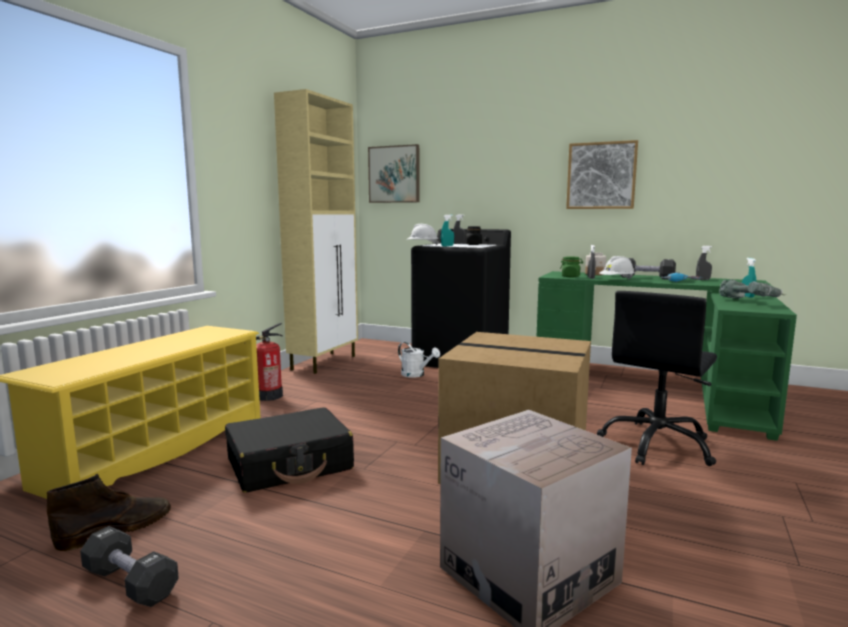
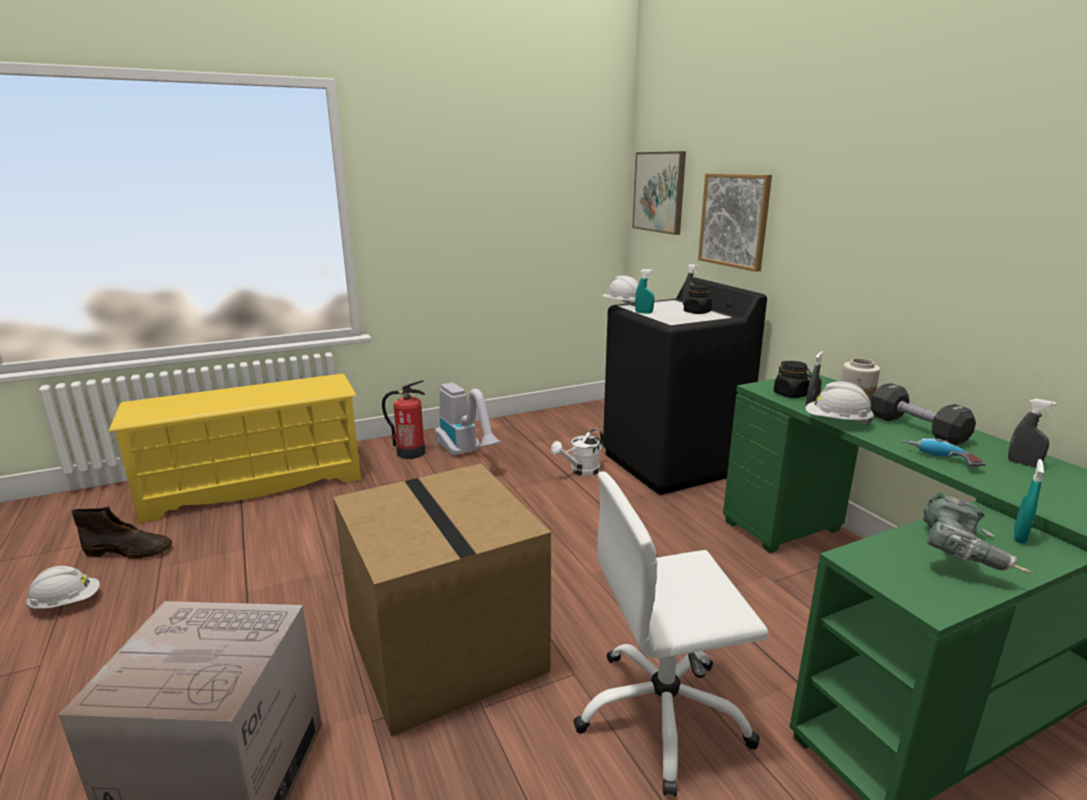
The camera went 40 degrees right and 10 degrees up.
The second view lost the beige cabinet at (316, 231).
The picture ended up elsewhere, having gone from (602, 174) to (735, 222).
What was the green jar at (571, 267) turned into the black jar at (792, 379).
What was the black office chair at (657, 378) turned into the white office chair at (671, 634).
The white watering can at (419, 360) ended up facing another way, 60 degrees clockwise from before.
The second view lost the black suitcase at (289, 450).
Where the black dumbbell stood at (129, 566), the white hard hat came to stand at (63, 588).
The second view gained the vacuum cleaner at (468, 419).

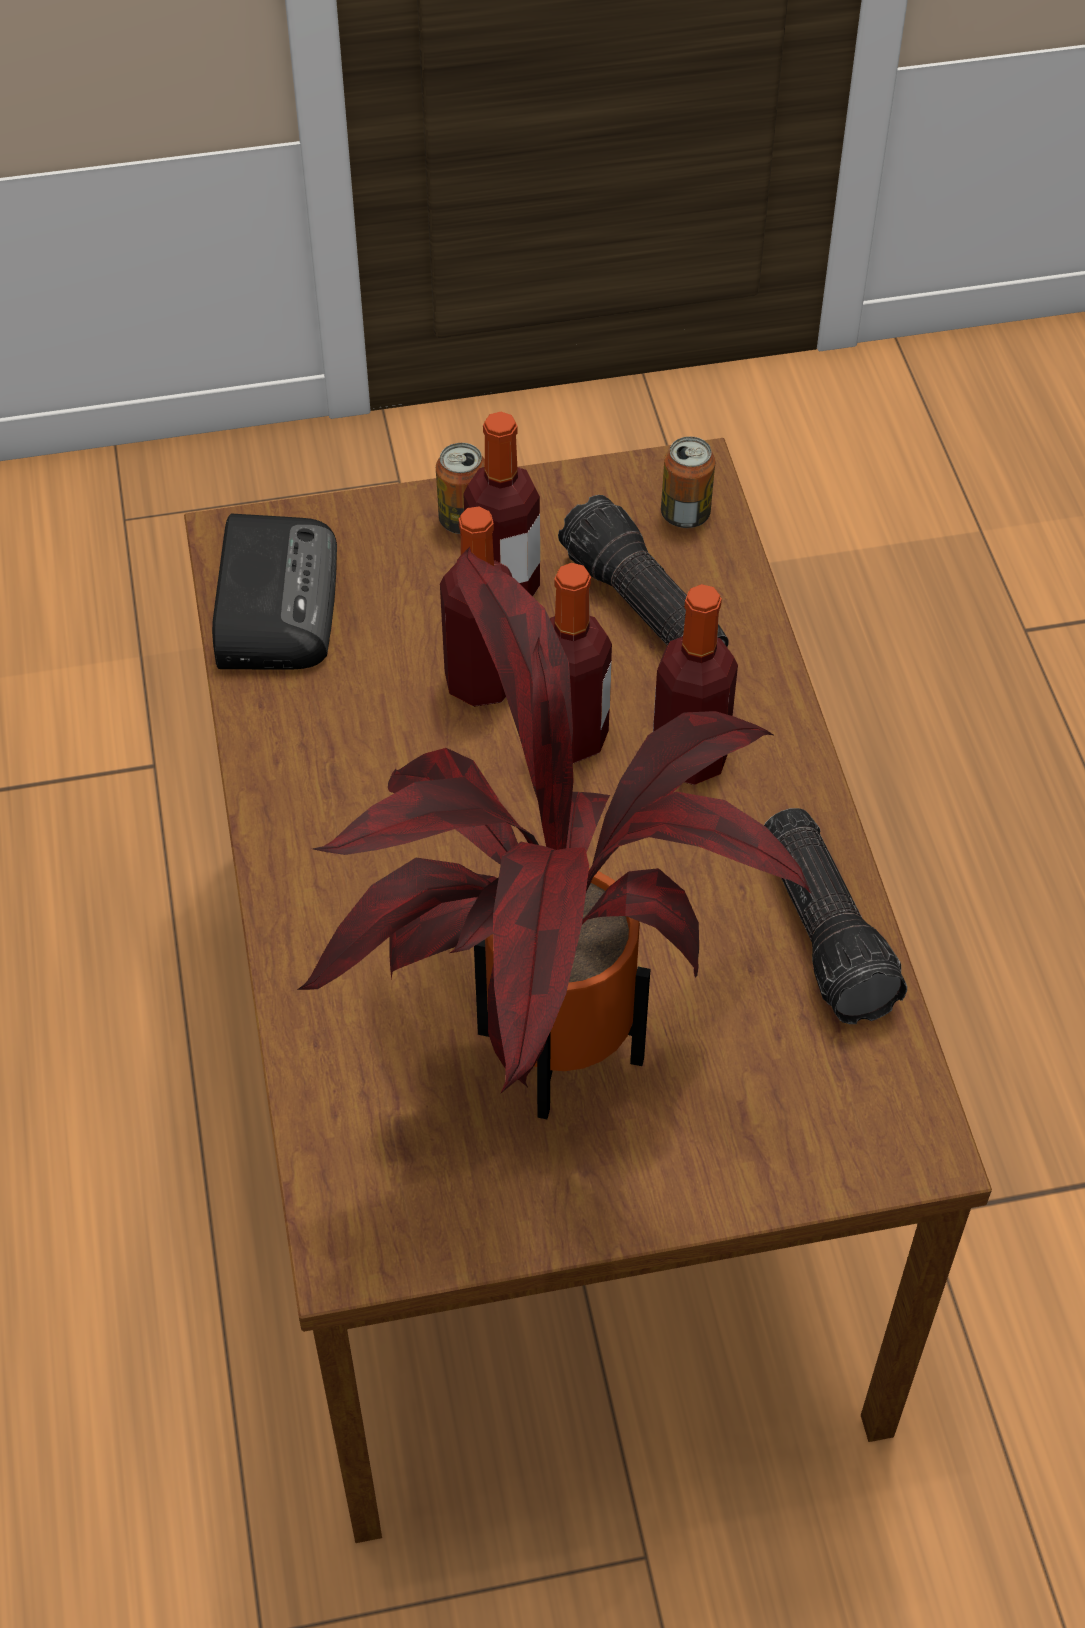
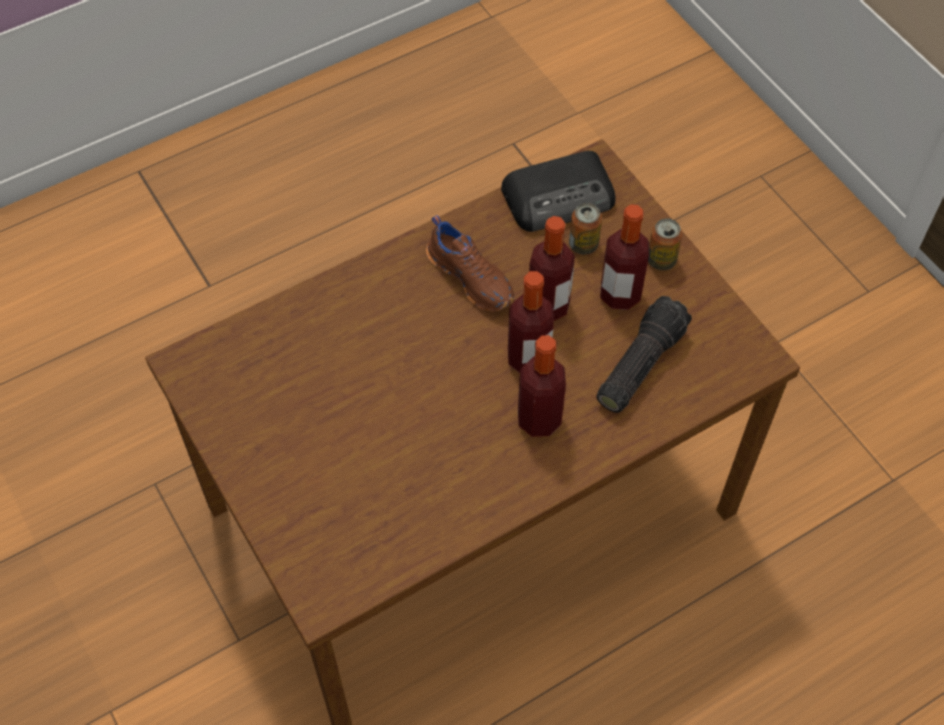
The camera went 70 degrees right and 5 degrees up.
The can ended up elsewhere, having gone from (688, 482) to (585, 229).
The second view lost the potted plant at (554, 833).
The second view lost the flashlight at (835, 916).
The second view gained the brown shoe at (470, 263).

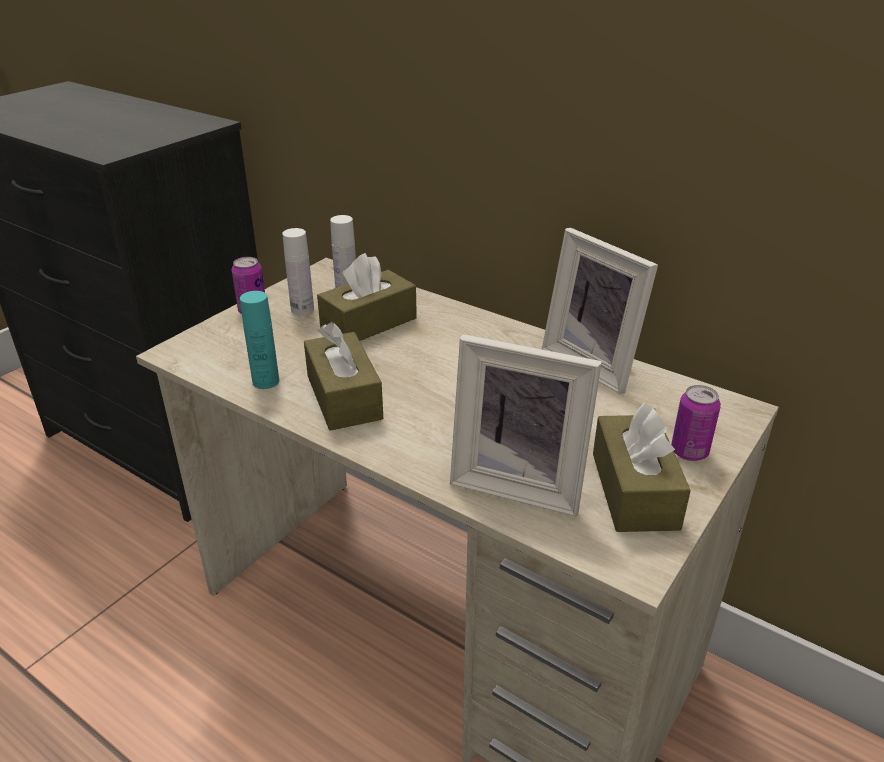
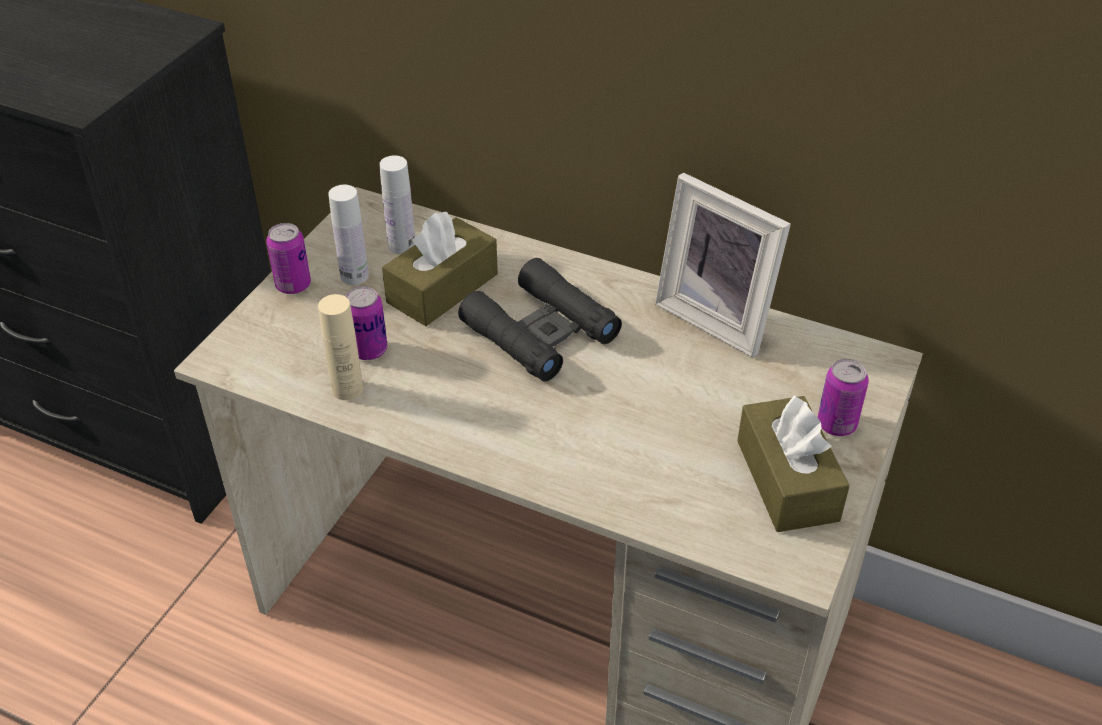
The camera went 10 degrees left and 10 degrees up.
What was the turquoise bottle at (259, 340) turned into the beige bottle at (340, 347).
The second view lost the brown tissue box at (343, 376).
The second view lost the picture frame at (526, 425).
The second view gained the black binoculars at (540, 319).
The second view gained the can at (367, 323).

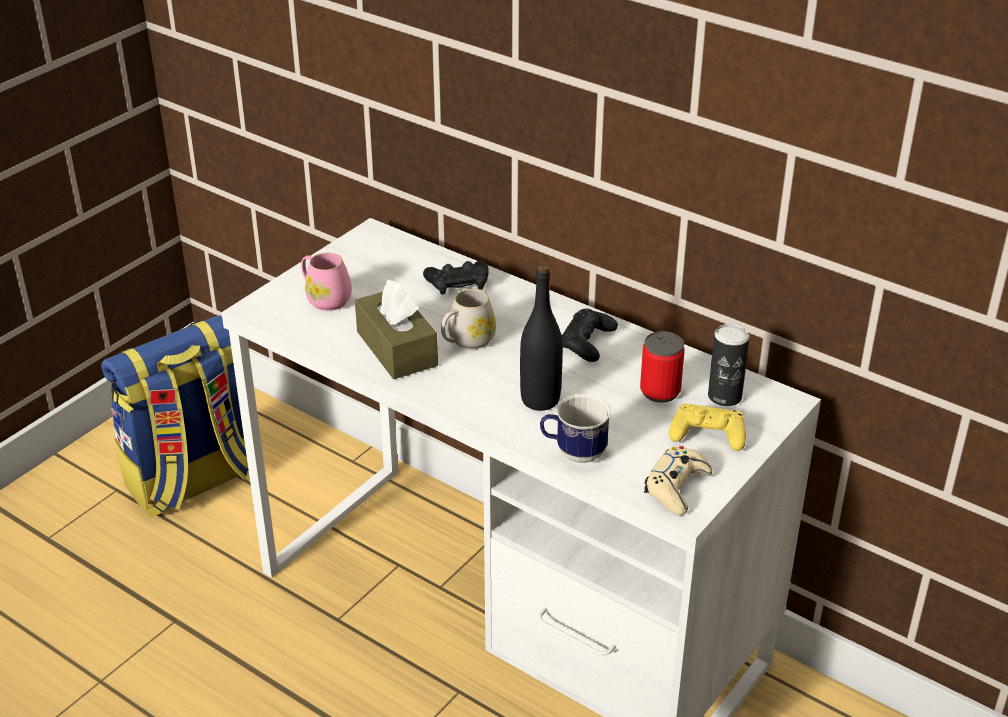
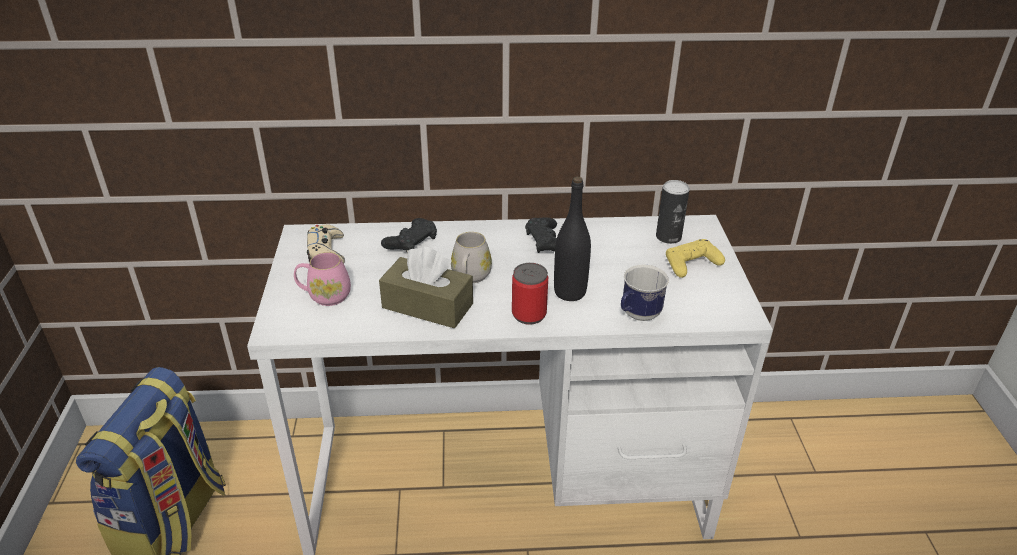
The camera went 40 degrees left and 0 degrees up.
The can ended up elsewhere, having gone from (662, 367) to (530, 294).
The beige game controller ended up elsewhere, having gone from (678, 481) to (326, 244).

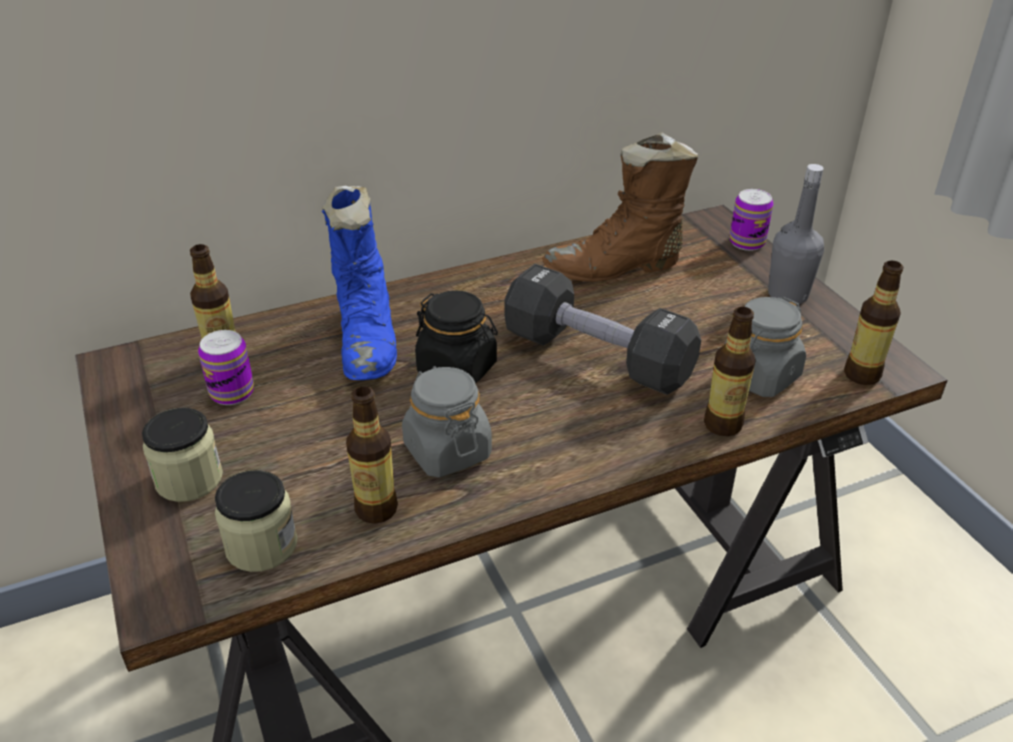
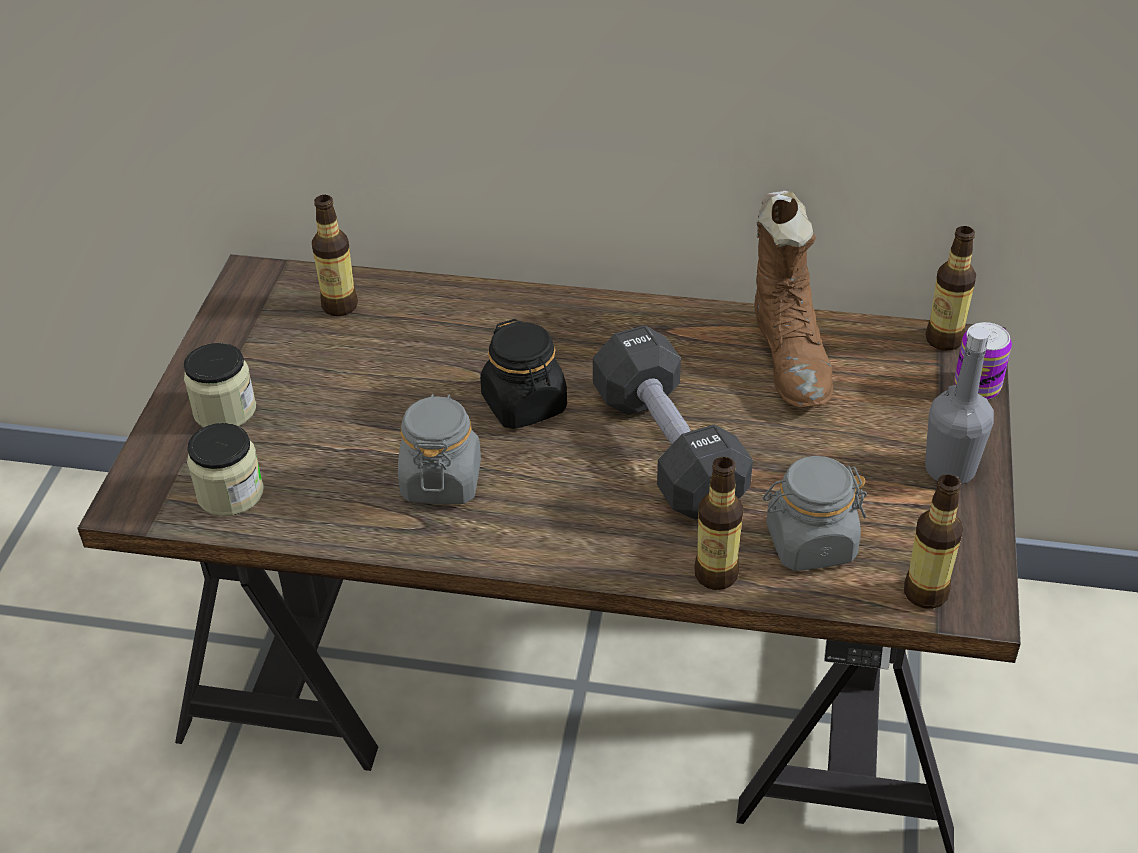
The camera went 35 degrees right and 5 degrees up.
The brown boot at (620, 207) ended up facing another way, 120 degrees counterclockwise from before.
The second view lost the blue boot at (359, 283).
The second view lost the can at (226, 367).
The bottle ended up elsewhere, having gone from (372, 455) to (951, 288).

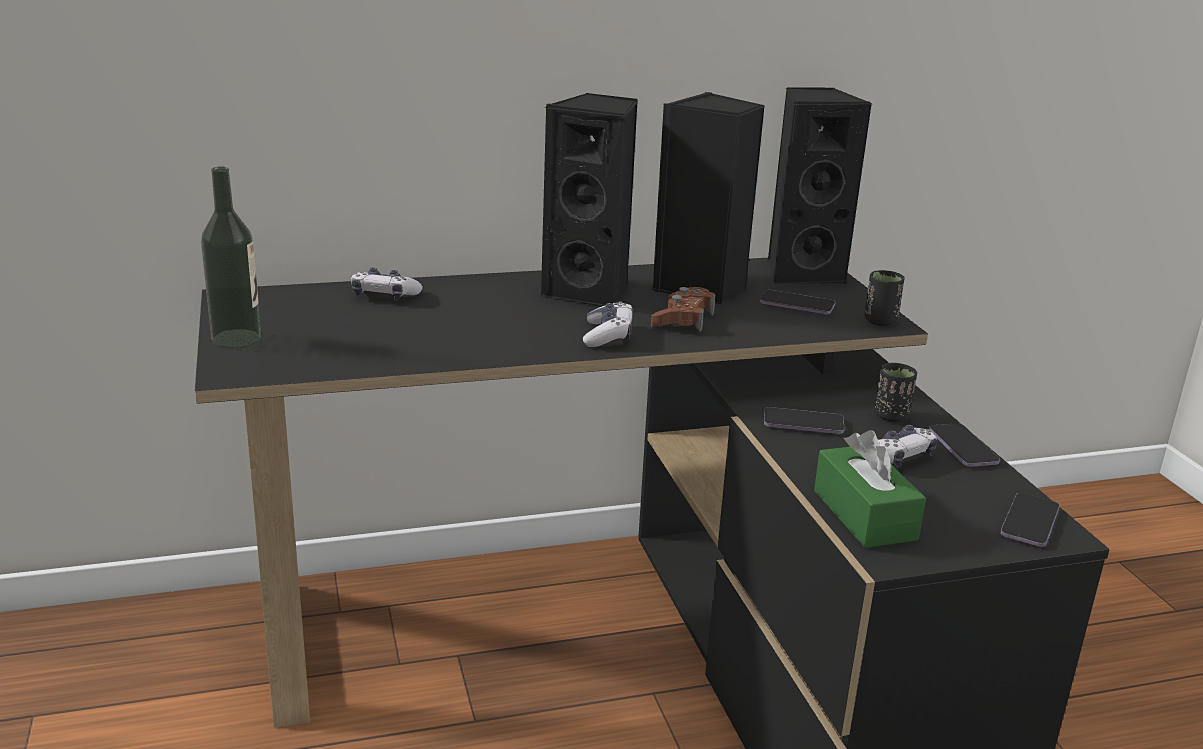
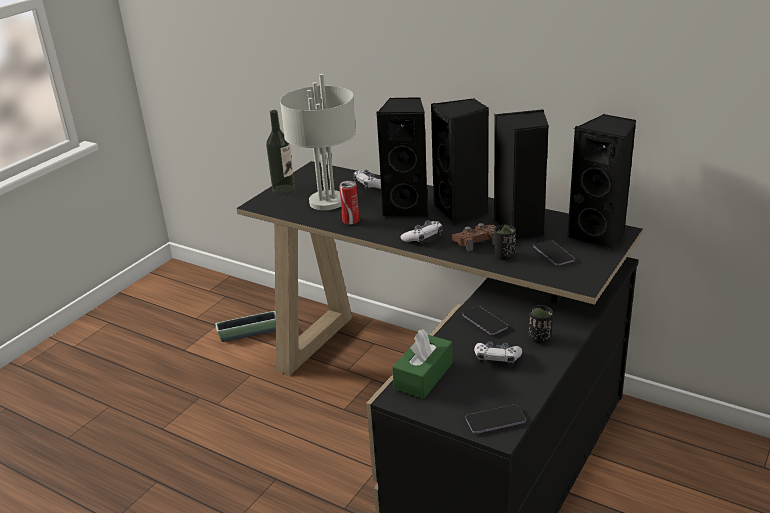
The camera went 50 degrees right and 5 degrees up.
The black cup ended up elsewhere, having gone from (884, 298) to (505, 242).
The second view lost the phone at (964, 445).
The second view gained the grey table lamp at (318, 142).
The second view gained the black speaker at (402, 157).
The second view gained the can at (349, 203).
The second view gained the planter at (245, 326).

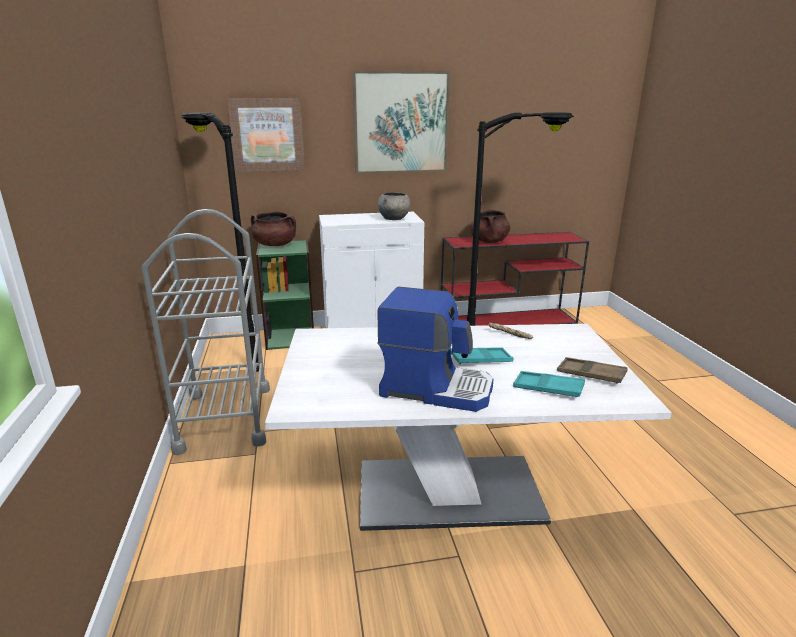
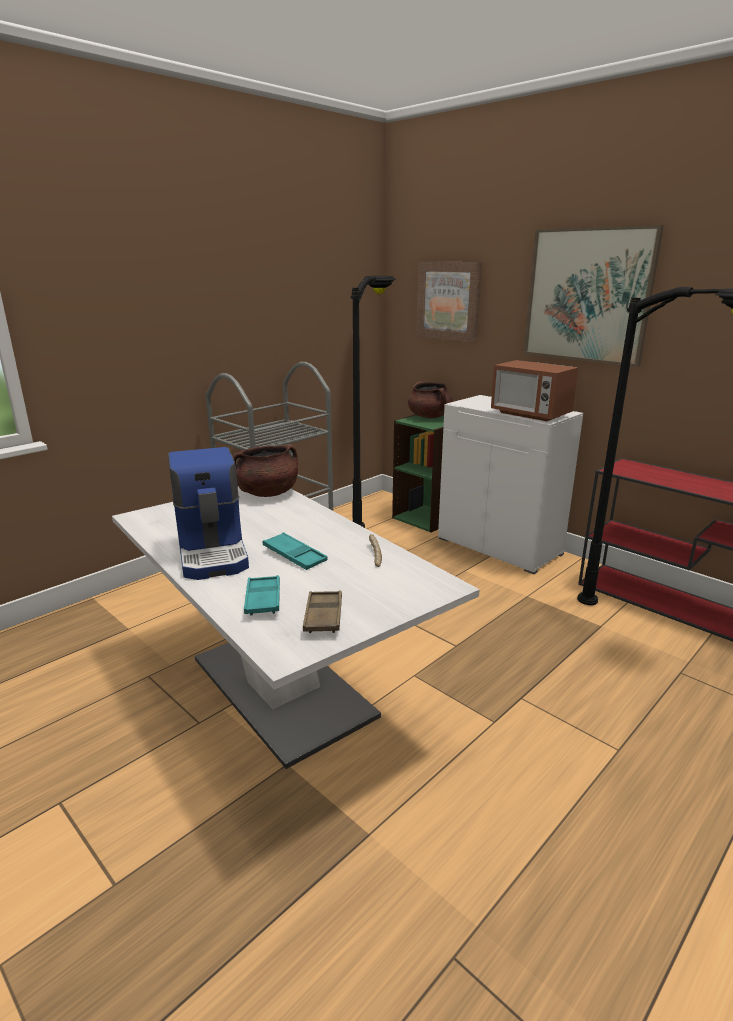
The camera went 55 degrees right and 0 degrees up.
Where the grey bowl stood at (394, 206), the microwave came to stand at (534, 390).
The brown cooking pot ended up elsewhere, having gone from (490, 226) to (265, 471).

